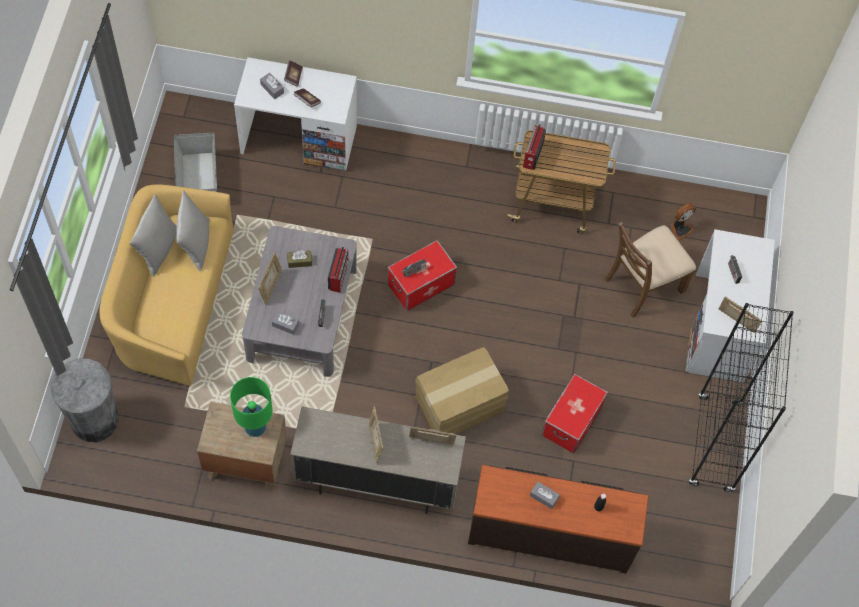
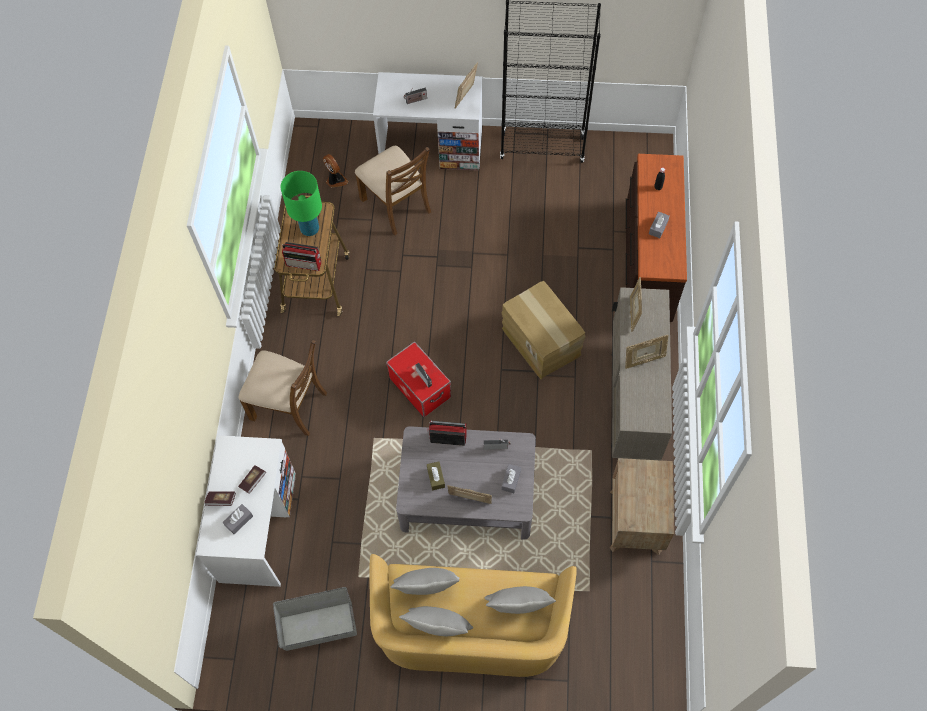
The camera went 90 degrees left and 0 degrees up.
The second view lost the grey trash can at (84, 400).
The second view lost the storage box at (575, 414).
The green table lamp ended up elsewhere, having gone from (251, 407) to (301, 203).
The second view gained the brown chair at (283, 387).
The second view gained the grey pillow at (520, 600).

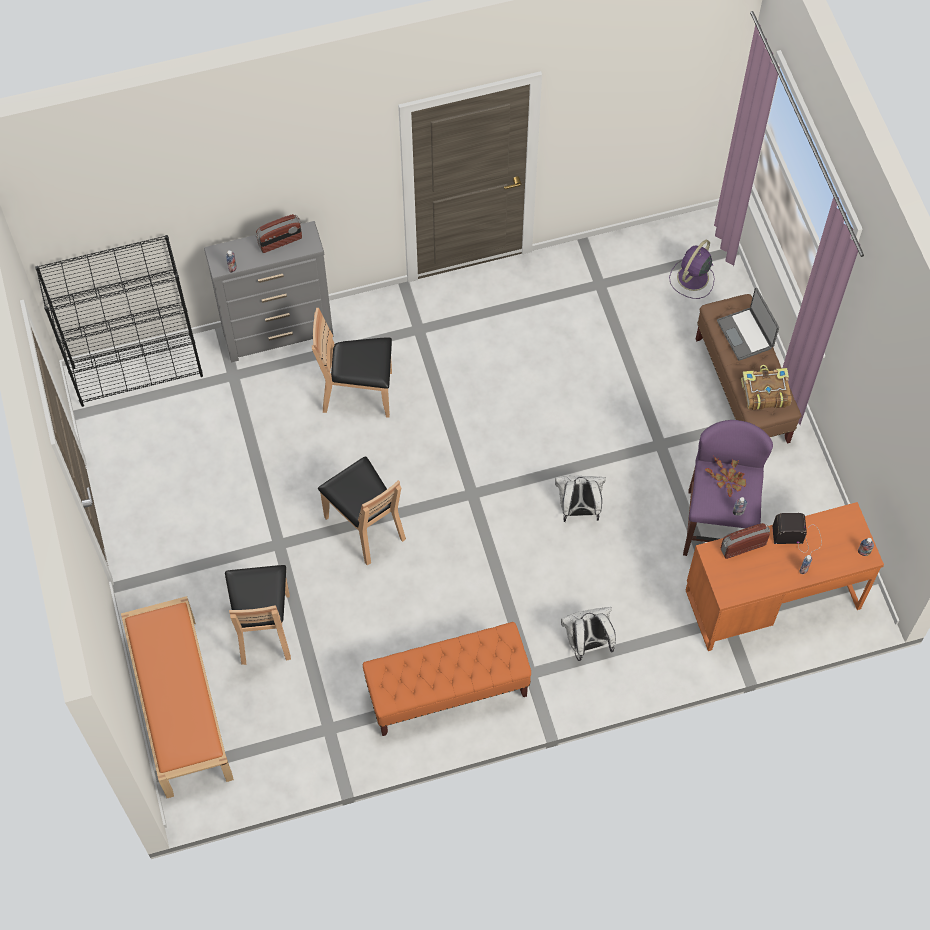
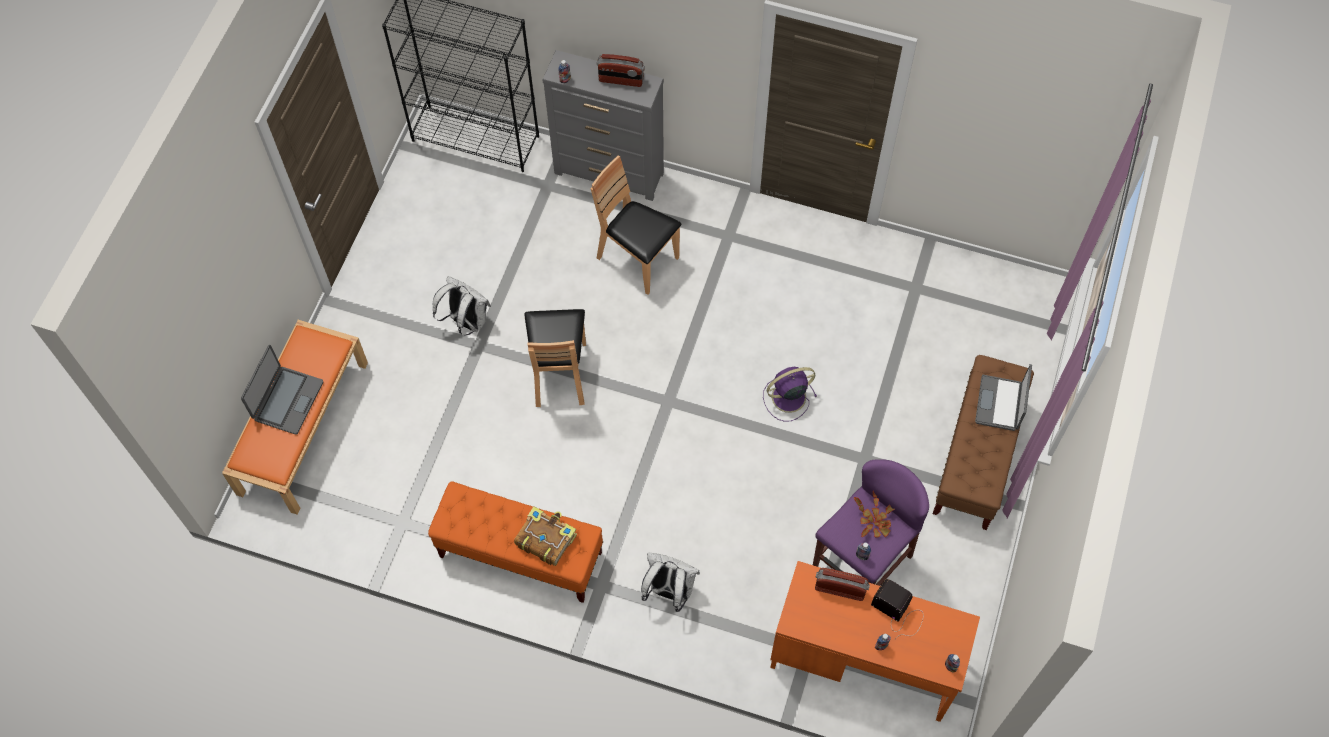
The camera went 35 degrees right and 0 degrees up.
The purple fan ended up elsewhere, having gone from (691, 269) to (790, 394).
The book ended up elsewhere, having gone from (766, 387) to (545, 536).
The white backpack ended up elsewhere, having gone from (580, 499) to (462, 306).
The second view lost the brown chair at (258, 615).
The second view gained the laptop at (282, 390).

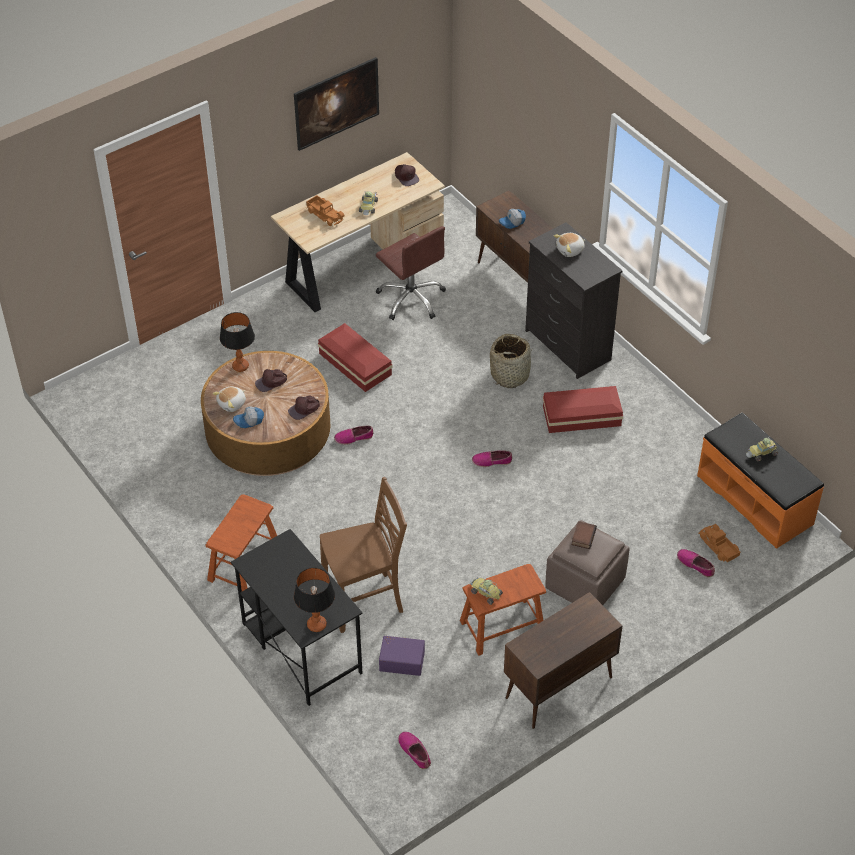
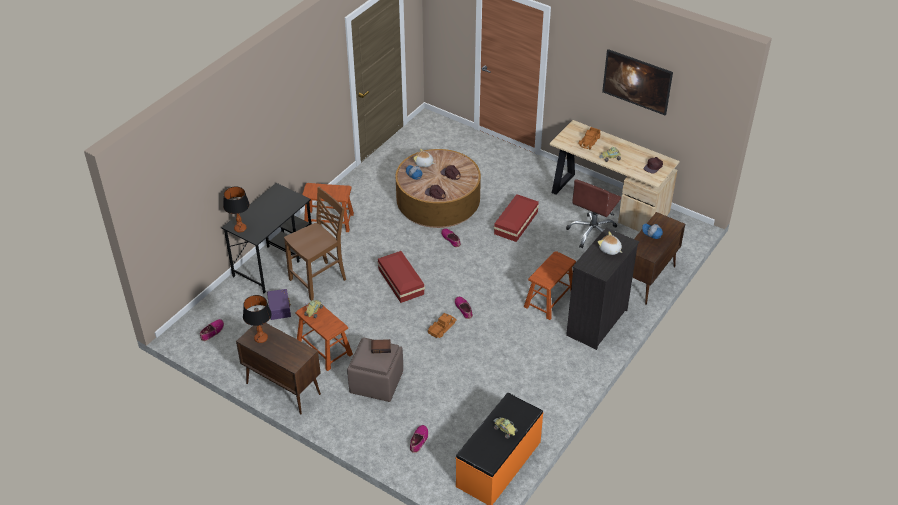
The camera went 70 degrees right and 5 degrees down.
The table lamp ended up elsewhere, having gone from (237, 342) to (257, 319).
Where the basket stood at (511, 361), the brown stool came to stand at (550, 285).
The red storage box ended up elsewhere, having gone from (583, 409) to (401, 277).
The brown chair at (363, 555) ended up facing another way, 90 degrees counterclockwise from before.
The toy truck ended up elsewhere, having gone from (719, 543) to (442, 325).

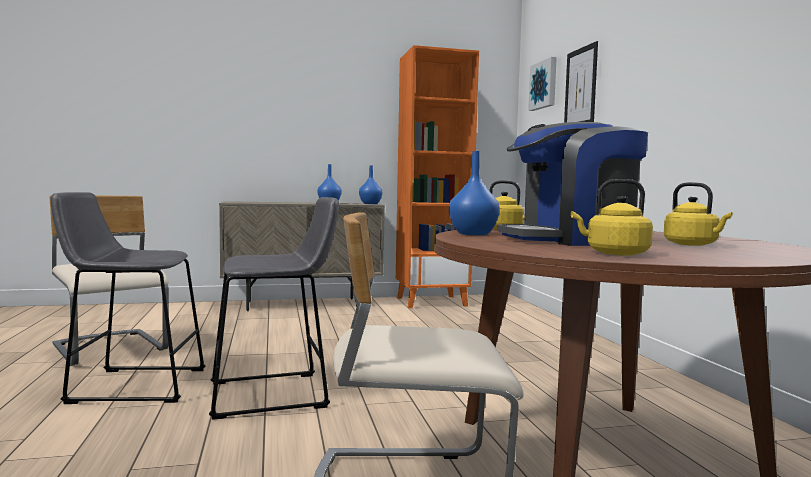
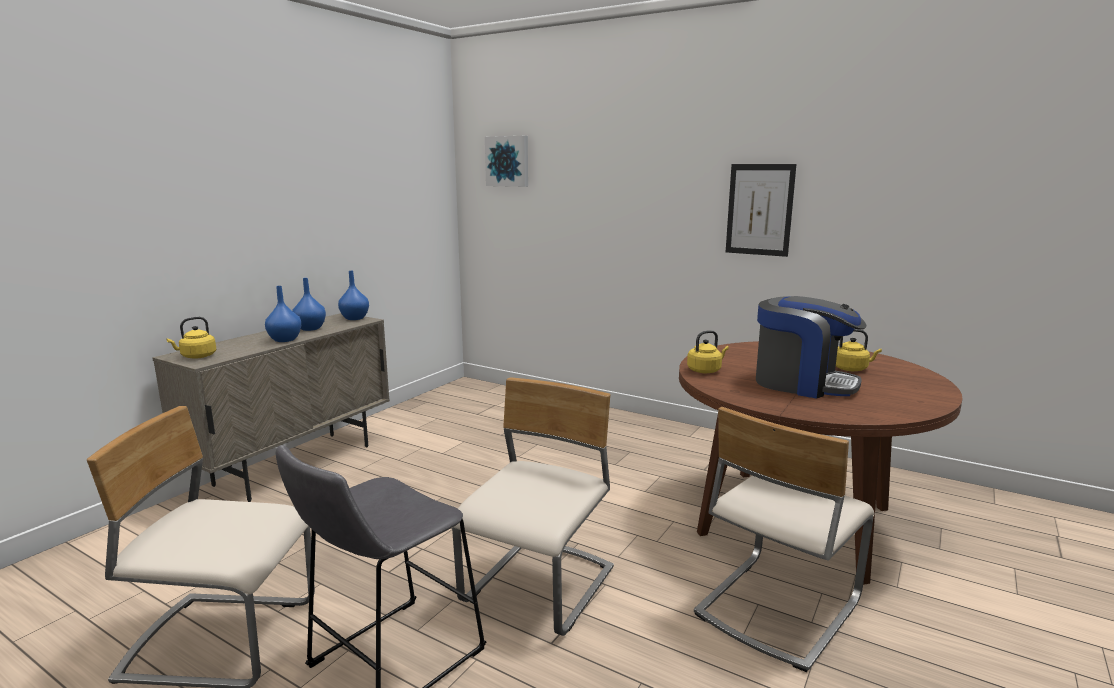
The camera went 45 degrees left and 10 degrees up.
The picture ended up elsewhere, having gone from (581, 82) to (761, 210).
The second view lost the orange bookcase at (437, 176).
The coffee machine at (573, 184) ended up facing another way, 90 degrees counterclockwise from before.
The blue vase ended up elsewhere, having gone from (474, 193) to (283, 314).
The yellow kettle ended up elsewhere, having gone from (612, 217) to (191, 338).
Where the grey stool stood at (274, 308), the beige chair came to stand at (533, 506).

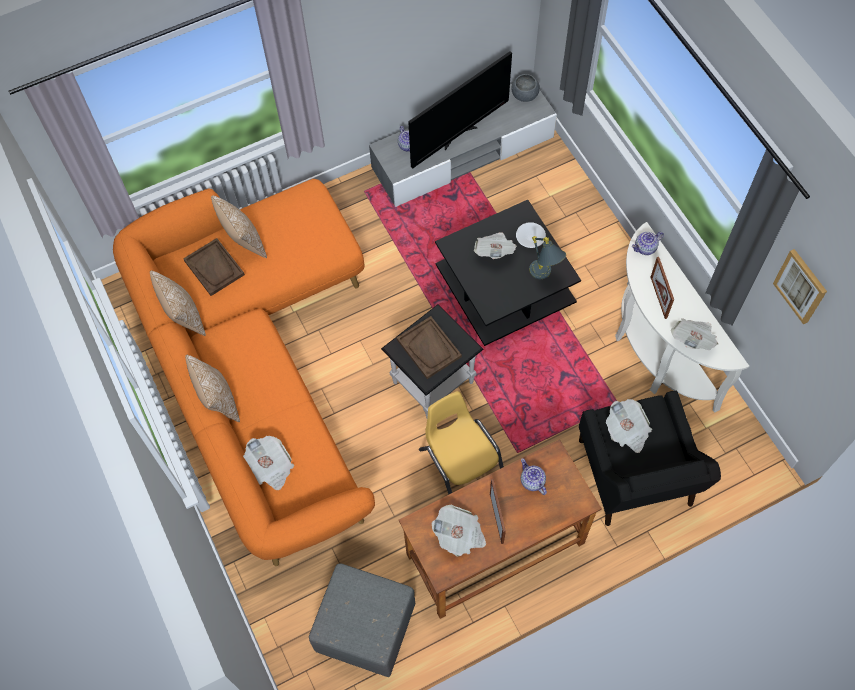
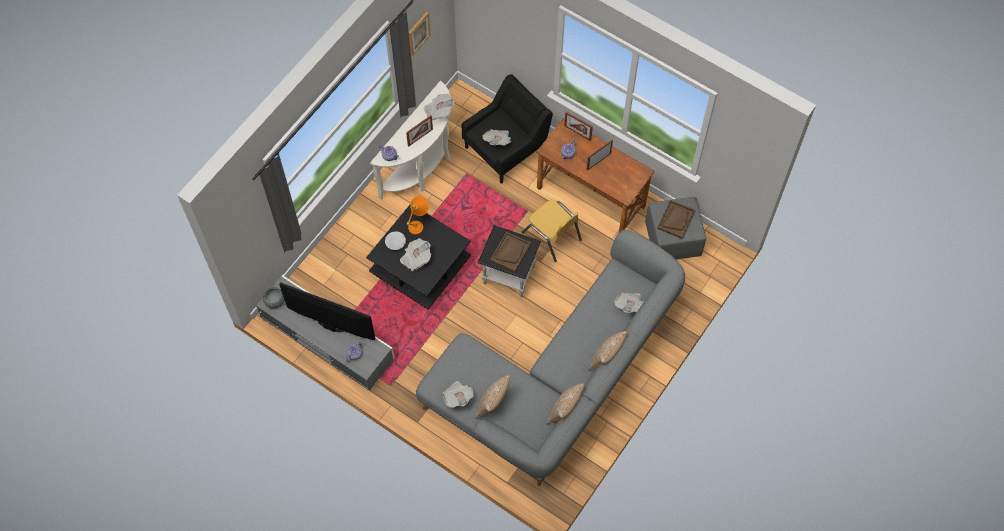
The camera went 120 degrees left and 0 degrees up.
What was the orange sofa at (244, 372) turned into the grey sofa at (550, 357).
What was the grey table lamp at (547, 257) turned into the orange table lamp at (418, 215).
The brown tray ended up elsewhere, having gone from (214, 267) to (676, 219).
The yellow chair at (461, 443) ended up facing another way, 75 degrees counterclockwise from before.
The newspaper ended up elsewhere, having gone from (459, 531) to (458, 394).
The second view gained the picture frame at (578, 126).

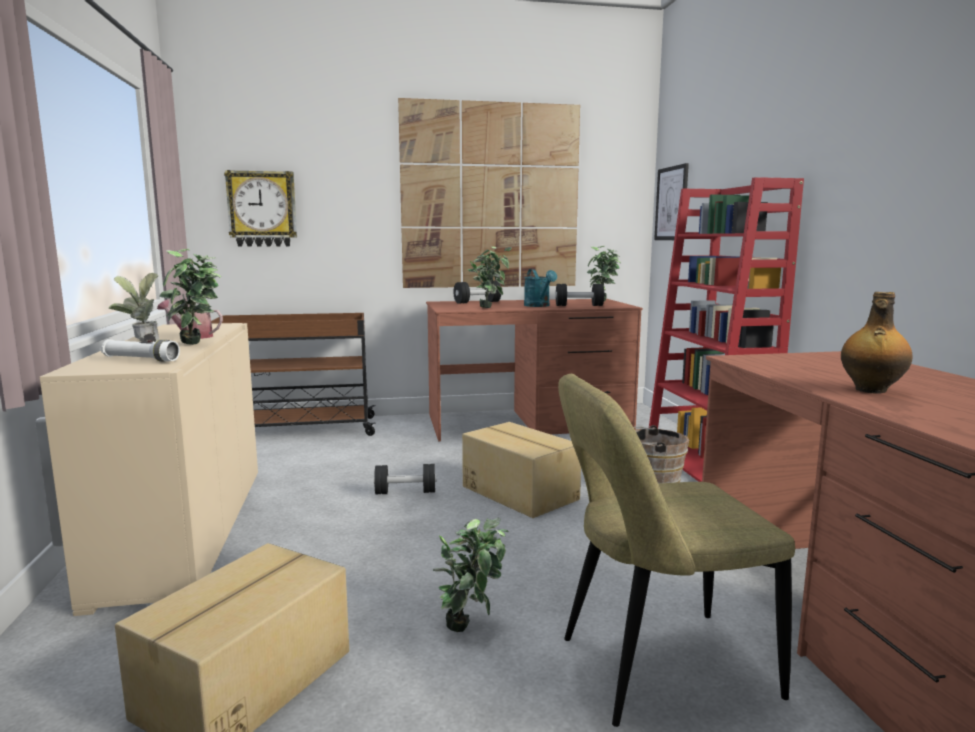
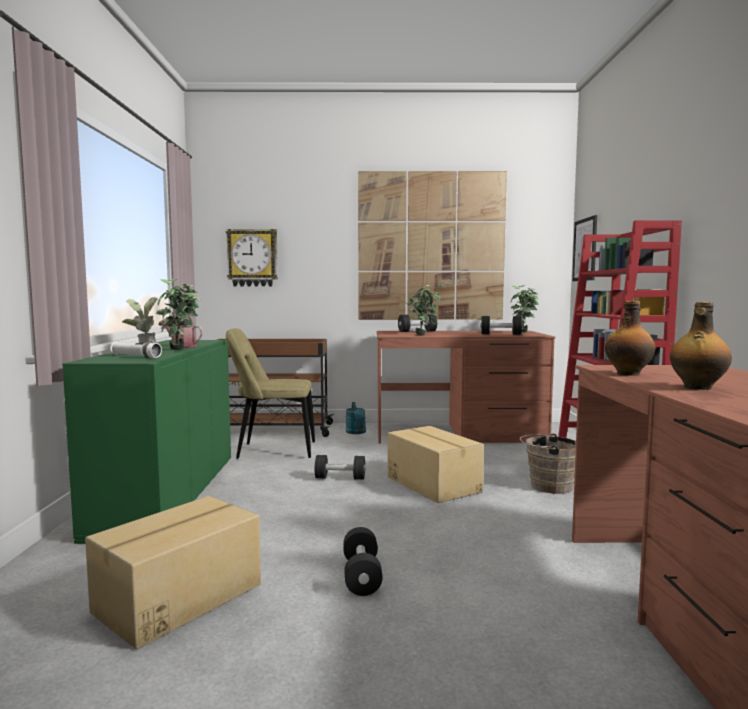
The camera went 10 degrees right and 5 degrees down.
The turquoise watering can ended up elsewhere, having gone from (540, 288) to (356, 418).
What was the beige cabinet at (149, 469) turned into the green cabinet at (147, 442).
The beige chair ended up elsewhere, having gone from (676, 550) to (270, 393).
Where the potted plant stood at (471, 575), the black dumbbell came to stand at (363, 561).
The second view gained the bottle at (630, 338).

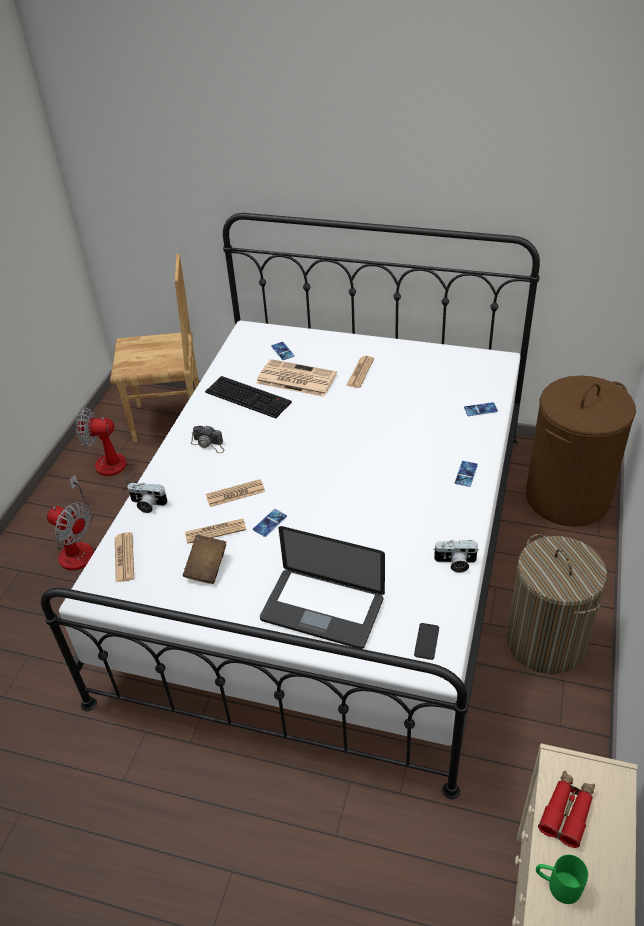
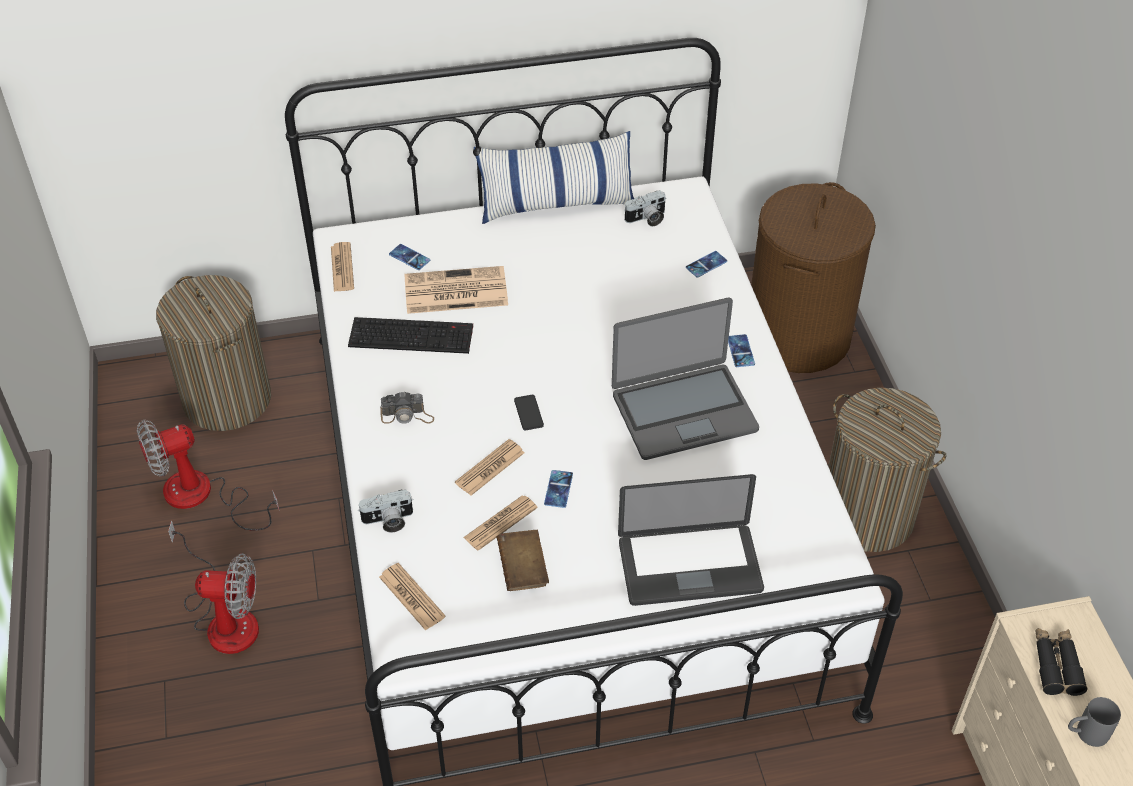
The camera went 30 degrees left and 5 degrees up.
Where the brown chair stood at (154, 348), the laundry basket came to stand at (213, 353).
The newspaper ended up elsewhere, having gone from (360, 372) to (342, 267).
The photo camera ended up elsewhere, having gone from (456, 556) to (645, 208).
The phone ended up elsewhere, having gone from (426, 641) to (529, 412).
What was the red binoculars at (566, 809) turned into the black binoculars at (1061, 662).
What was the green mug at (562, 879) turned into the grey mug at (1094, 722).
The second view gained the pillow at (554, 177).
The second view gained the laptop at (685, 378).

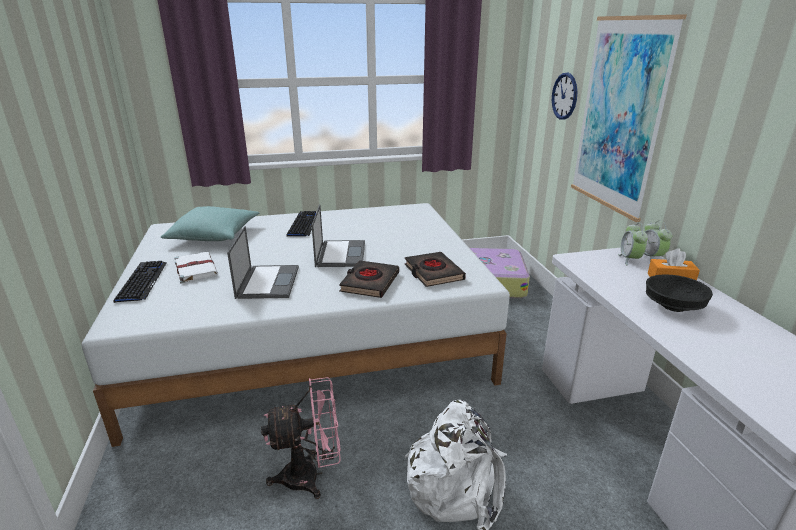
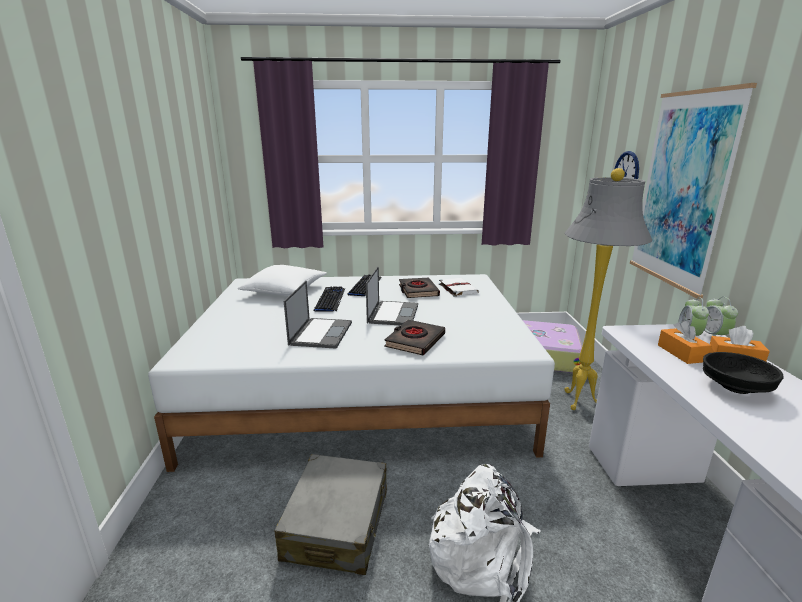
The camera went 10 degrees right and 5 degrees down.
What was the turquoise pillow at (210, 223) turned into the white pillow at (282, 280).
The white book ended up elsewhere, having gone from (196, 267) to (459, 287).
The black book ended up elsewhere, having gone from (435, 269) to (419, 288).
The keyboard ended up elsewhere, having gone from (140, 282) to (329, 299).
Where the pink fan stood at (300, 438), the grey suitcase came to stand at (330, 514).
The second view gained the grey floor lamp at (608, 289).
The second view gained the orange tissue box at (684, 342).

